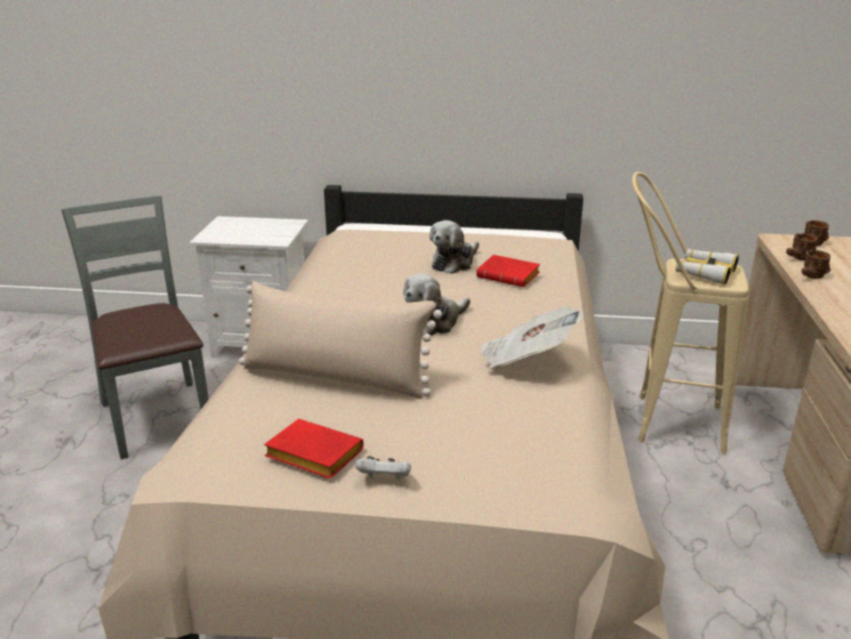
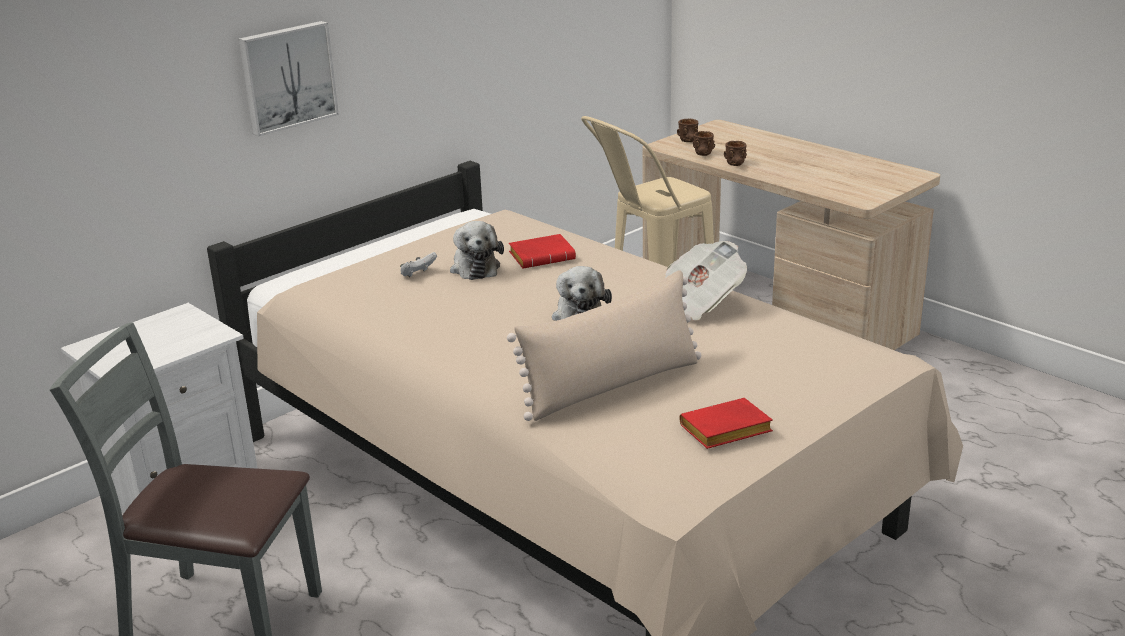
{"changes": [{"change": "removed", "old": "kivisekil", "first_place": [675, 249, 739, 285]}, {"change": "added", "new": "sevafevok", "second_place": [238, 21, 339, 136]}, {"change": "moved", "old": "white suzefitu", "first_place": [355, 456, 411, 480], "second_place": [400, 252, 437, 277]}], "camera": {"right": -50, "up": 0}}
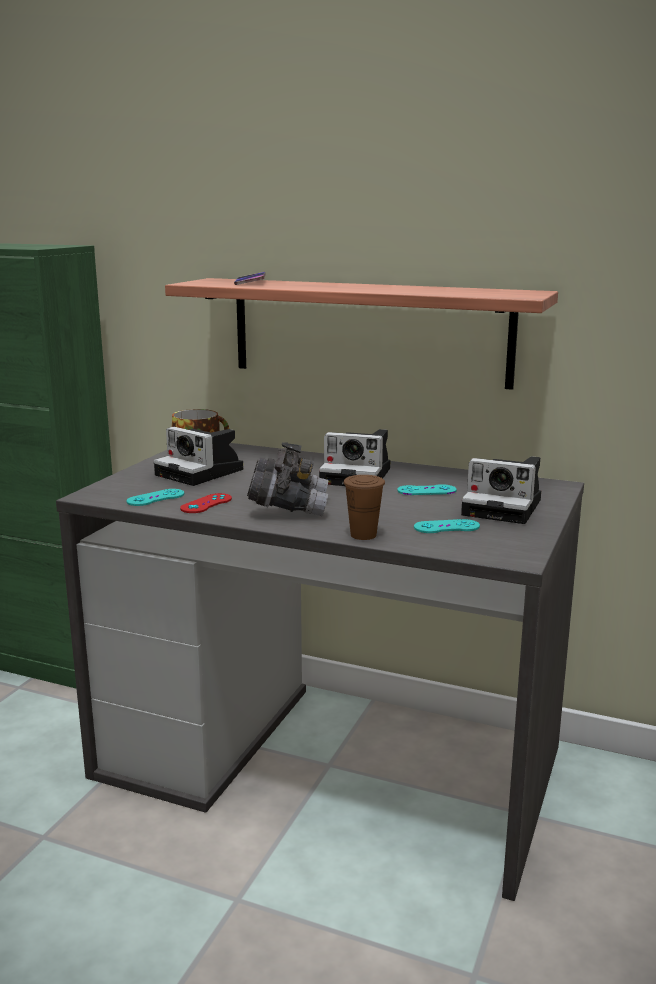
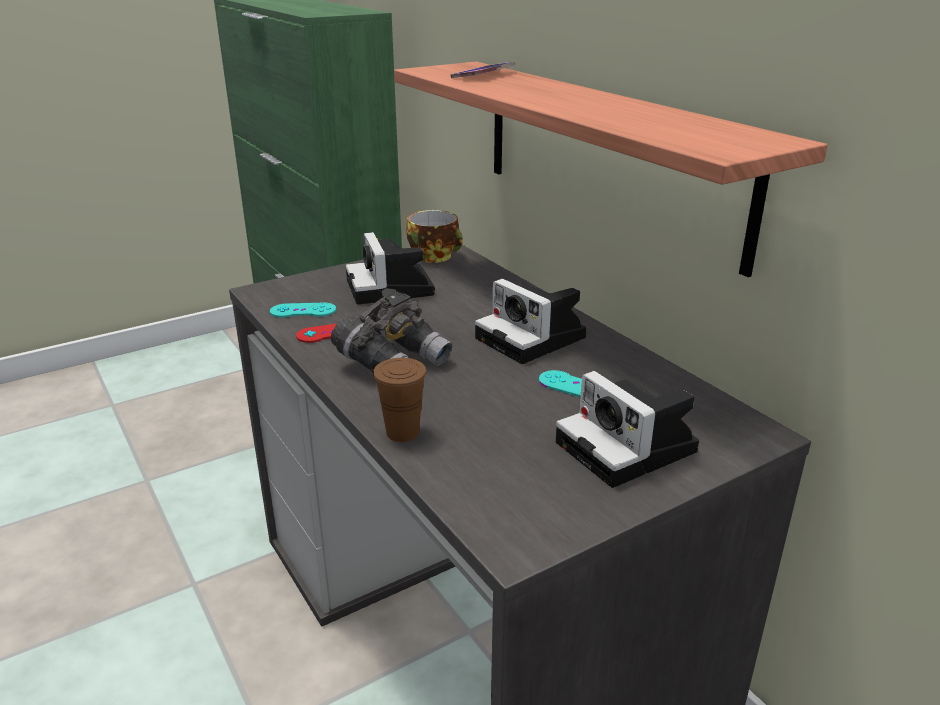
{"changes": [{"change": "removed", "old": "turquoise suzefitu", "first_place": [414, 519, 480, 533]}], "camera": {"right": 35, "up": 10}}
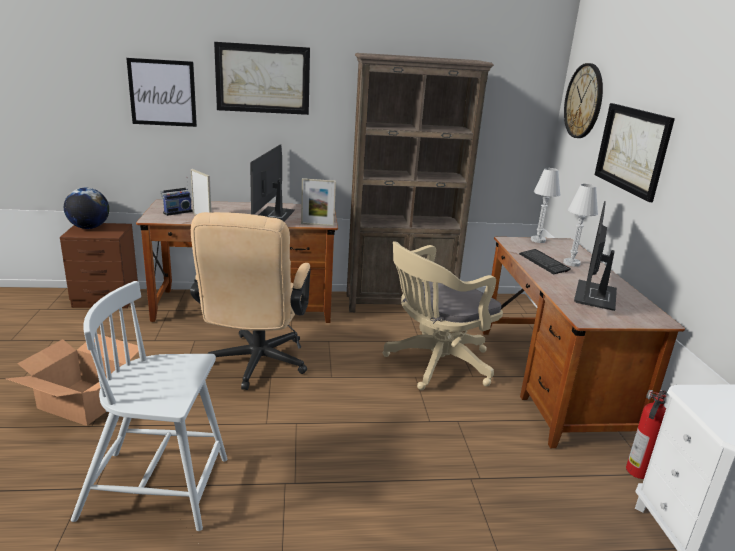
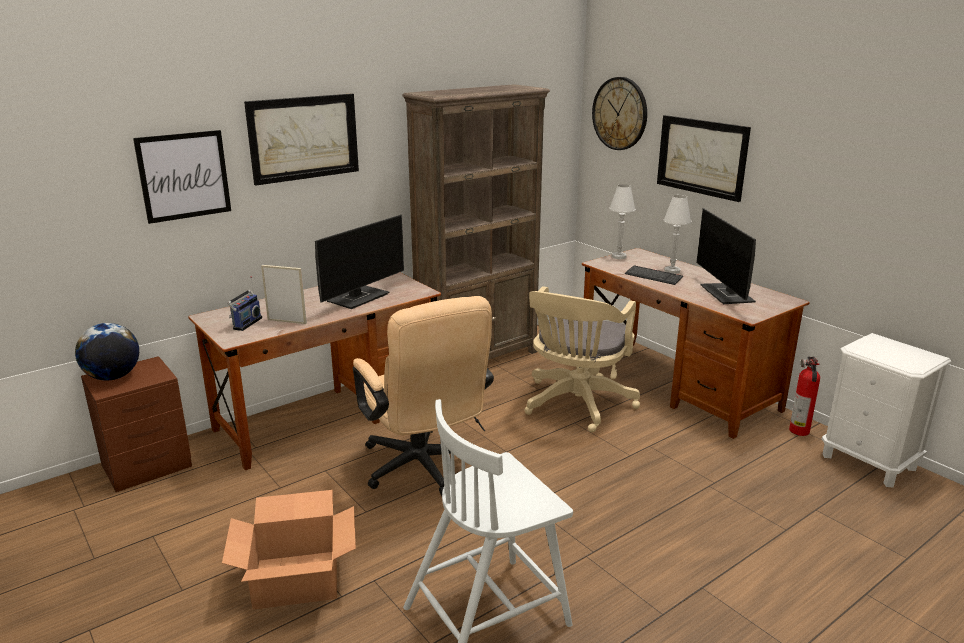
{"changes": [{"change": "removed", "old": "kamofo", "first_place": [301, 178, 336, 226]}, {"change": "turned", "old": "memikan", "first_place": [250, 144, 295, 221], "second_place": [315, 215, 404, 309], "degrees": -120}], "camera": {"right": -30, "up": 0}}
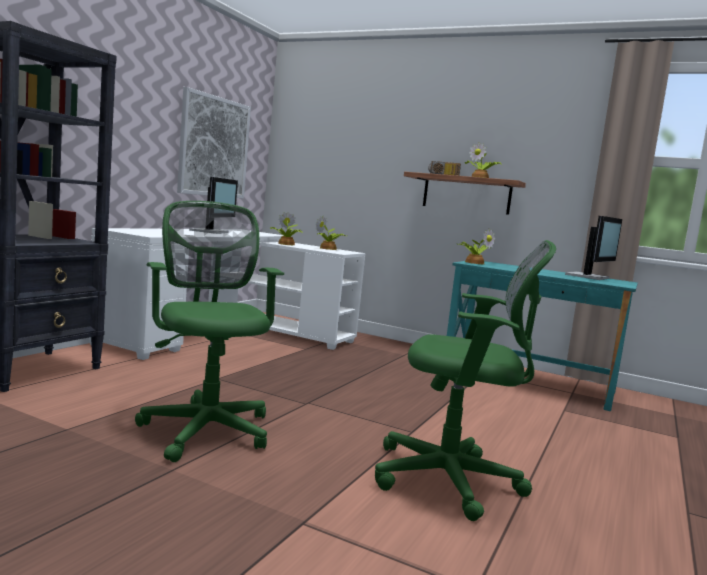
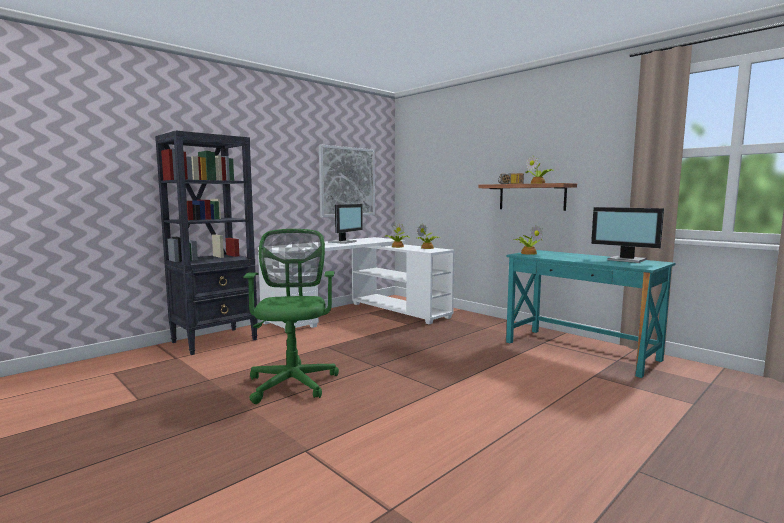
{"changes": [{"change": "removed", "old": "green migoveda", "first_place": [375, 240, 556, 521]}, {"change": "turned", "old": "memikan", "first_place": [565, 216, 622, 280], "second_place": [591, 207, 664, 263], "degrees": 75}], "camera": {"right": 20, "up": 0}}
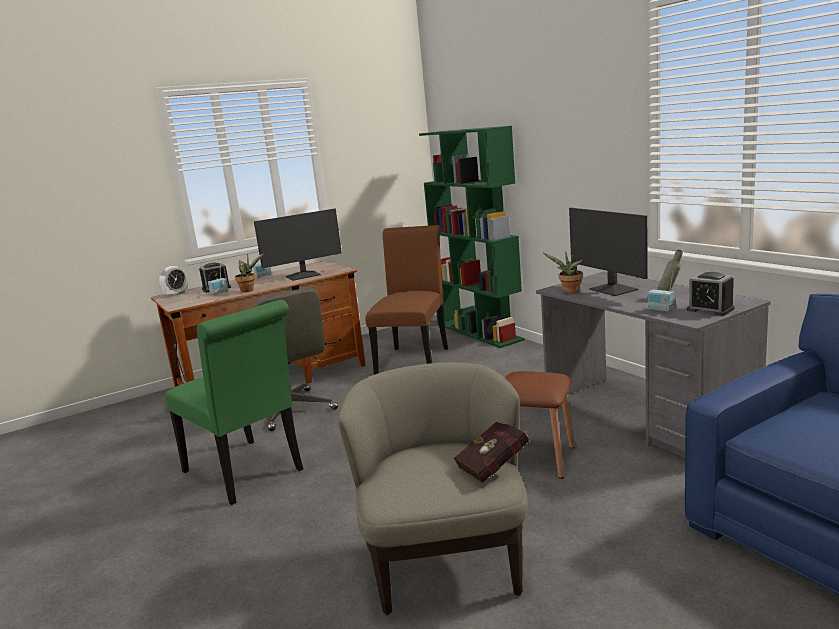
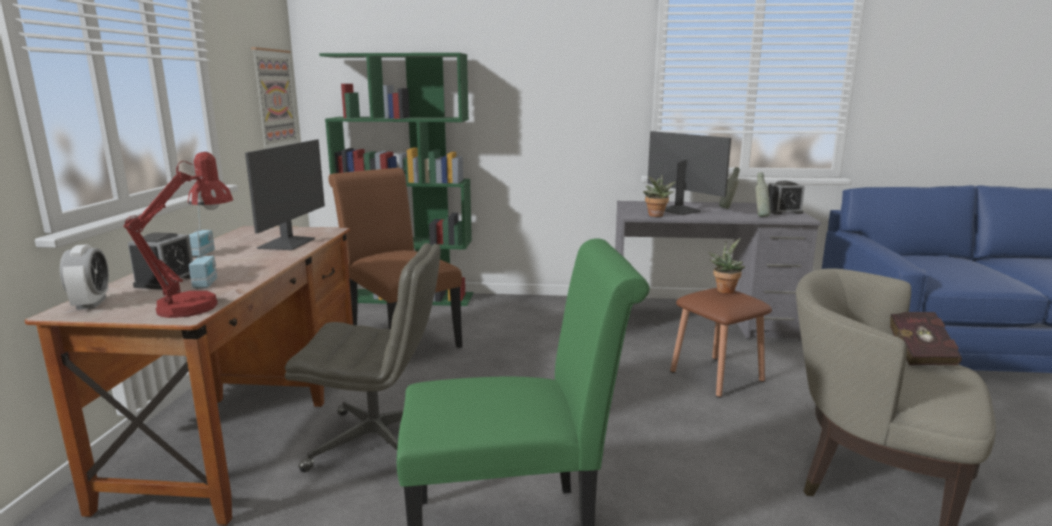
{"changes": [{"change": "added", "new": "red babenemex", "second_place": [124, 152, 233, 318]}, {"change": "added", "new": "sevafevok", "second_place": [251, 47, 298, 149]}, {"change": "moved", "old": "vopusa", "first_place": [235, 253, 264, 293], "second_place": [708, 238, 745, 294]}, {"change": "replaced", "old": "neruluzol", "new": "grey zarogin", "first_place": [648, 271, 674, 312], "second_place": [755, 172, 770, 217]}, {"change": "turned", "old": "memikan", "first_place": [569, 208, 648, 296], "second_place": [647, 131, 731, 215], "degrees": -135}], "camera": {"right": -55, "up": 0}}
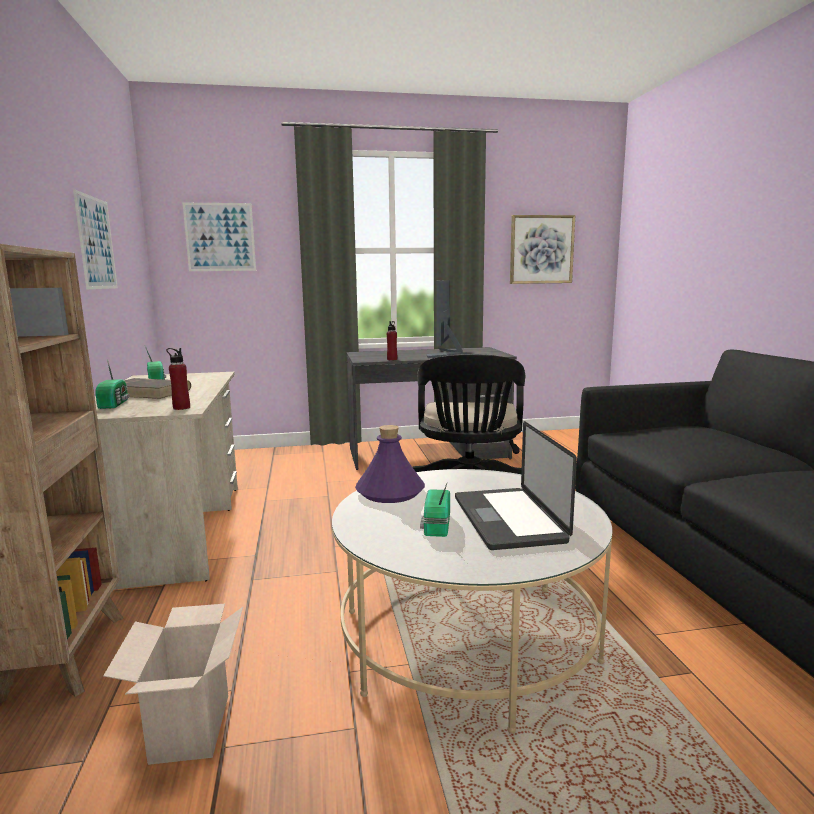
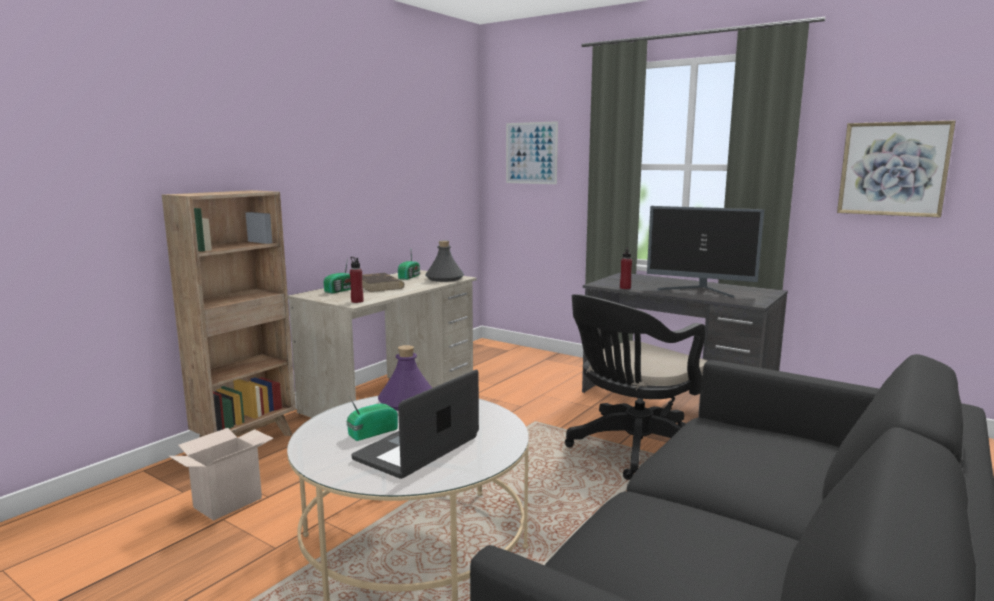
{"changes": [{"change": "removed", "old": "sevafevok", "first_place": [73, 189, 118, 289]}, {"change": "added", "new": "grey zarogin", "second_place": [425, 240, 464, 282]}, {"change": "turned", "old": "memikan", "first_place": [426, 280, 467, 358], "second_place": [647, 206, 764, 298], "degrees": -120}], "camera": {"right": 45, "up": 0}}
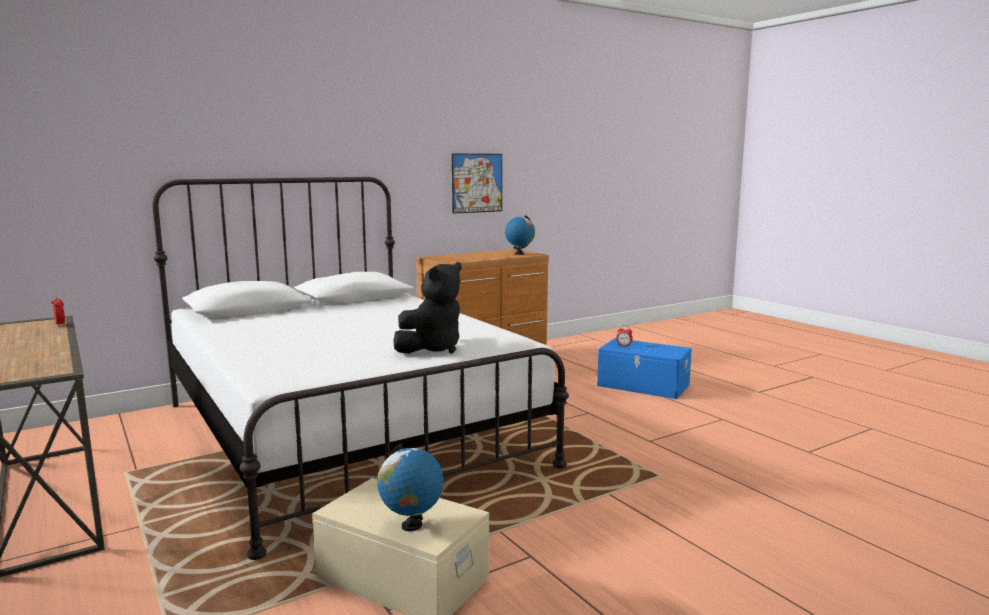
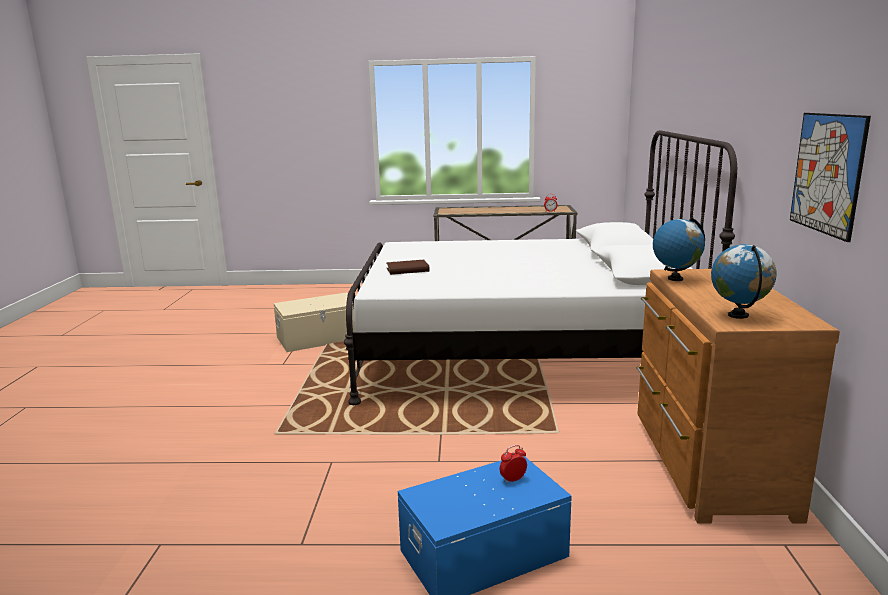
{"changes": [{"change": "moved", "old": "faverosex", "first_place": [377, 443, 444, 531], "second_place": [653, 217, 705, 281]}, {"change": "replaced", "old": "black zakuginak", "new": "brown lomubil", "first_place": [393, 262, 461, 354], "second_place": [386, 260, 430, 275]}], "camera": {"right": 125, "up": 5}}
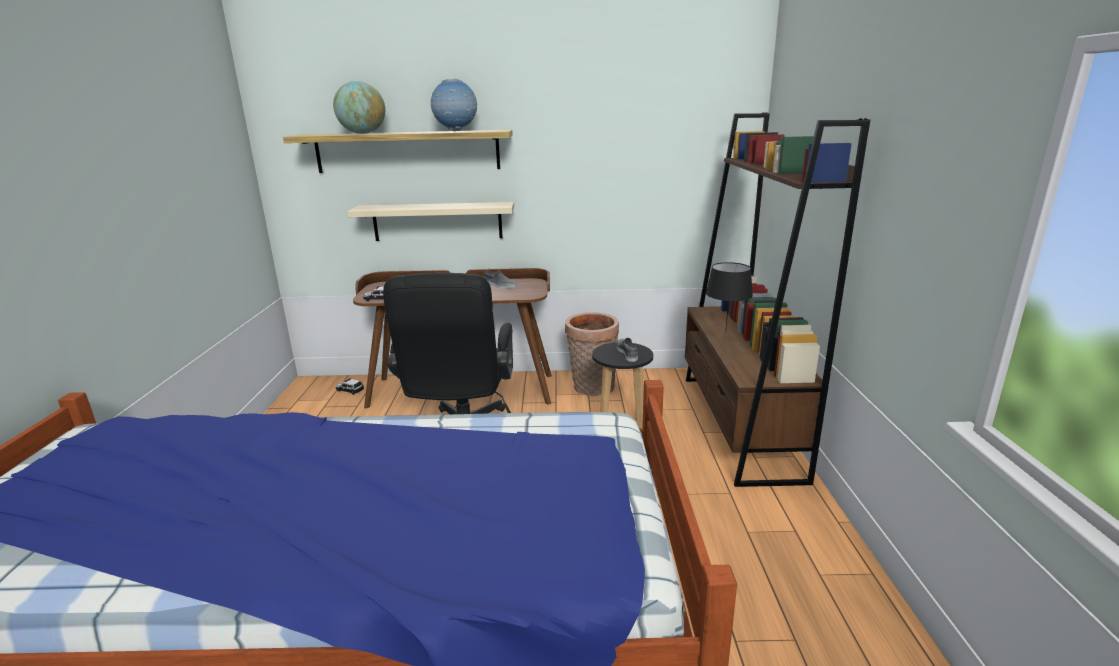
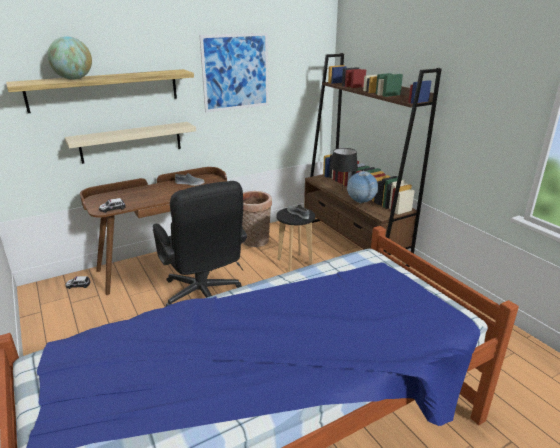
{"changes": [{"change": "added", "new": "sevafevok", "second_place": [200, 33, 269, 112]}, {"change": "moved", "old": "faverosex", "first_place": [431, 79, 477, 132], "second_place": [346, 171, 378, 204]}], "camera": {"right": -30, "up": 5}}
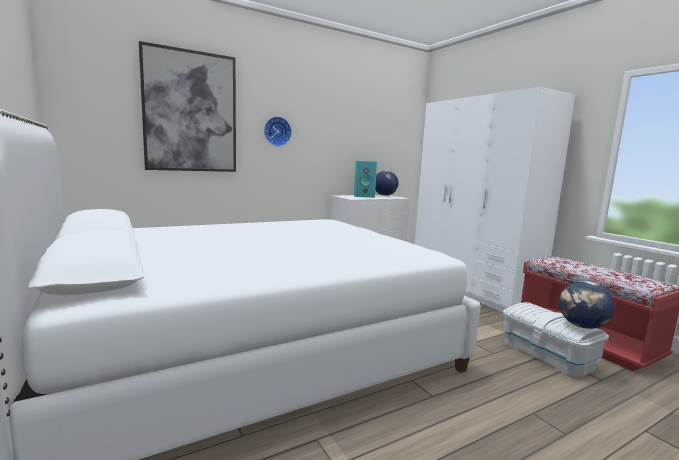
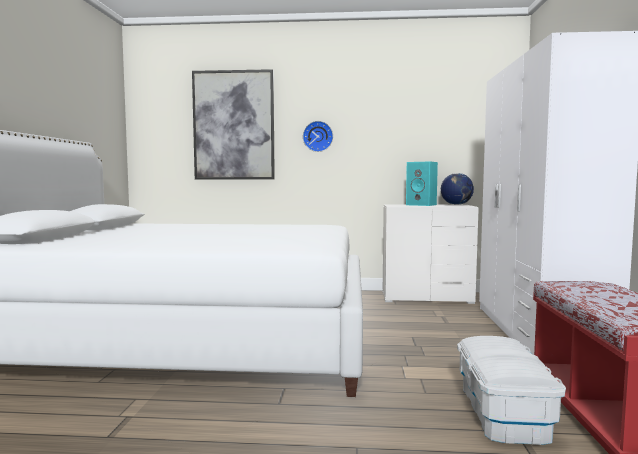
{"changes": [{"change": "removed", "old": "faverosex", "first_place": [559, 281, 615, 329]}], "camera": {"right": 35, "up": -5}}
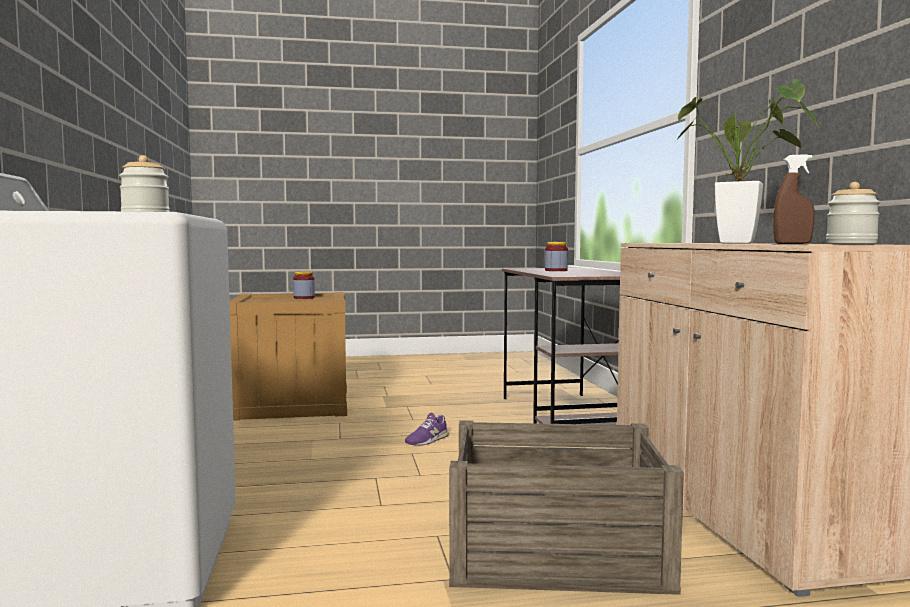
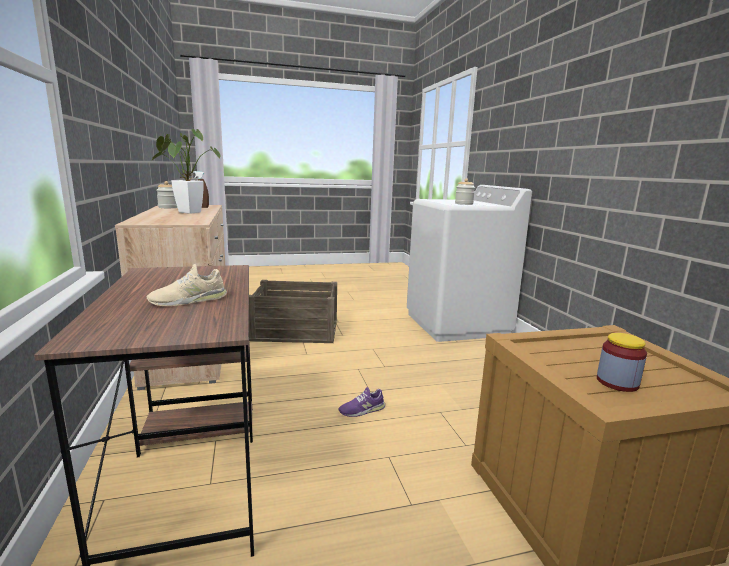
{"changes": [{"change": "replaced", "old": "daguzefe", "new": "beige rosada", "first_place": [545, 242, 568, 271], "second_place": [147, 264, 227, 306]}, {"change": "turned", "old": "purple rosada", "first_place": [405, 412, 449, 446], "second_place": [338, 387, 385, 417], "degrees": -150}], "camera": {"right": 175, "up": 10}}
